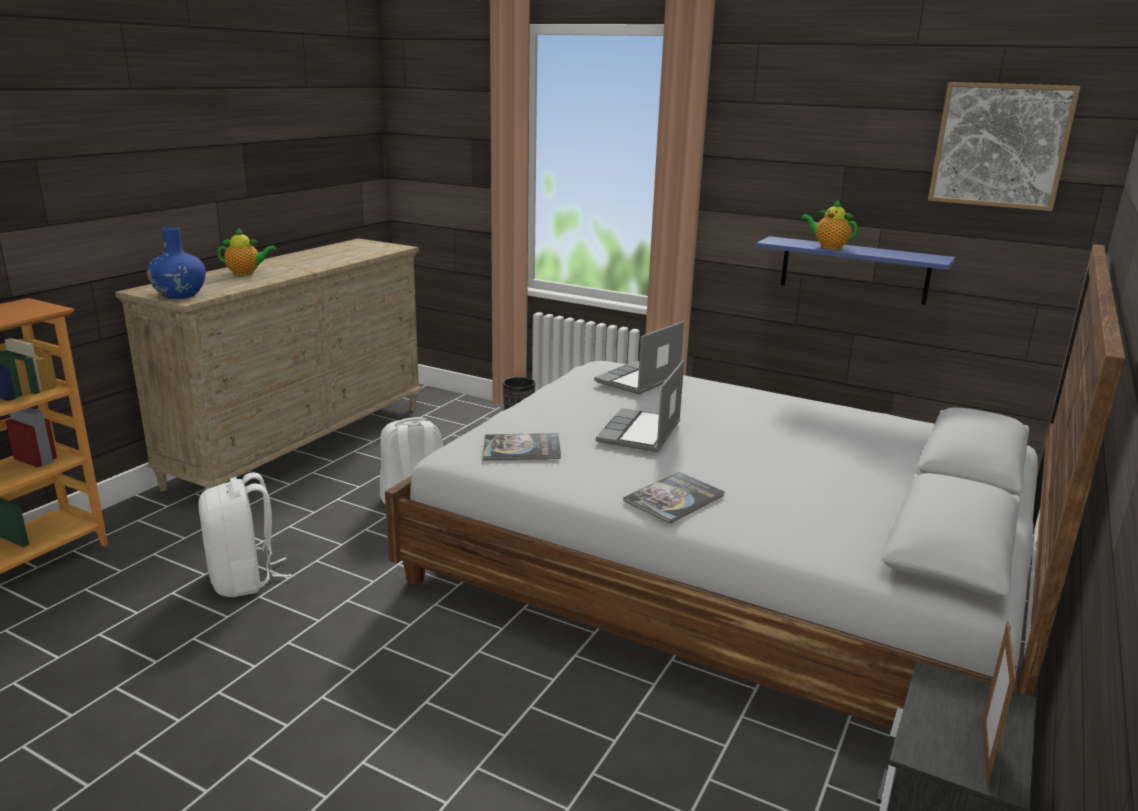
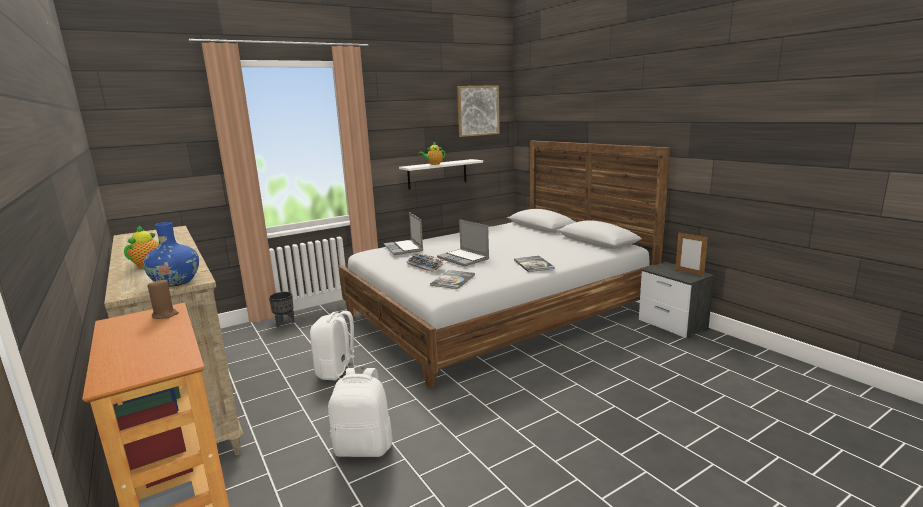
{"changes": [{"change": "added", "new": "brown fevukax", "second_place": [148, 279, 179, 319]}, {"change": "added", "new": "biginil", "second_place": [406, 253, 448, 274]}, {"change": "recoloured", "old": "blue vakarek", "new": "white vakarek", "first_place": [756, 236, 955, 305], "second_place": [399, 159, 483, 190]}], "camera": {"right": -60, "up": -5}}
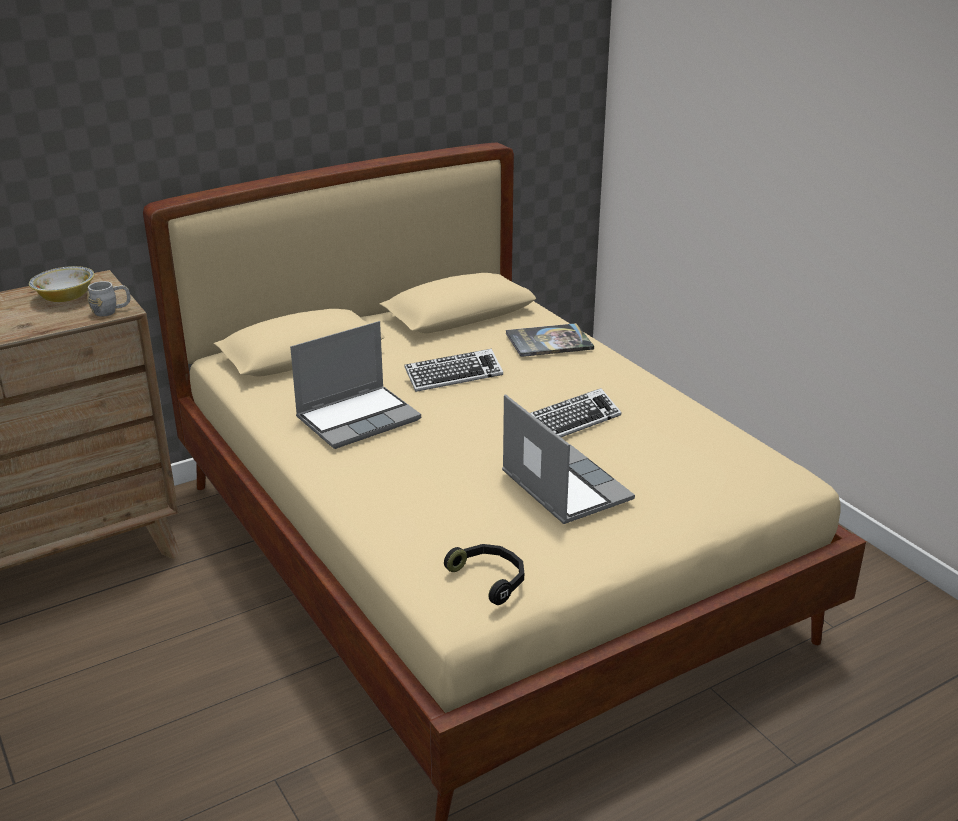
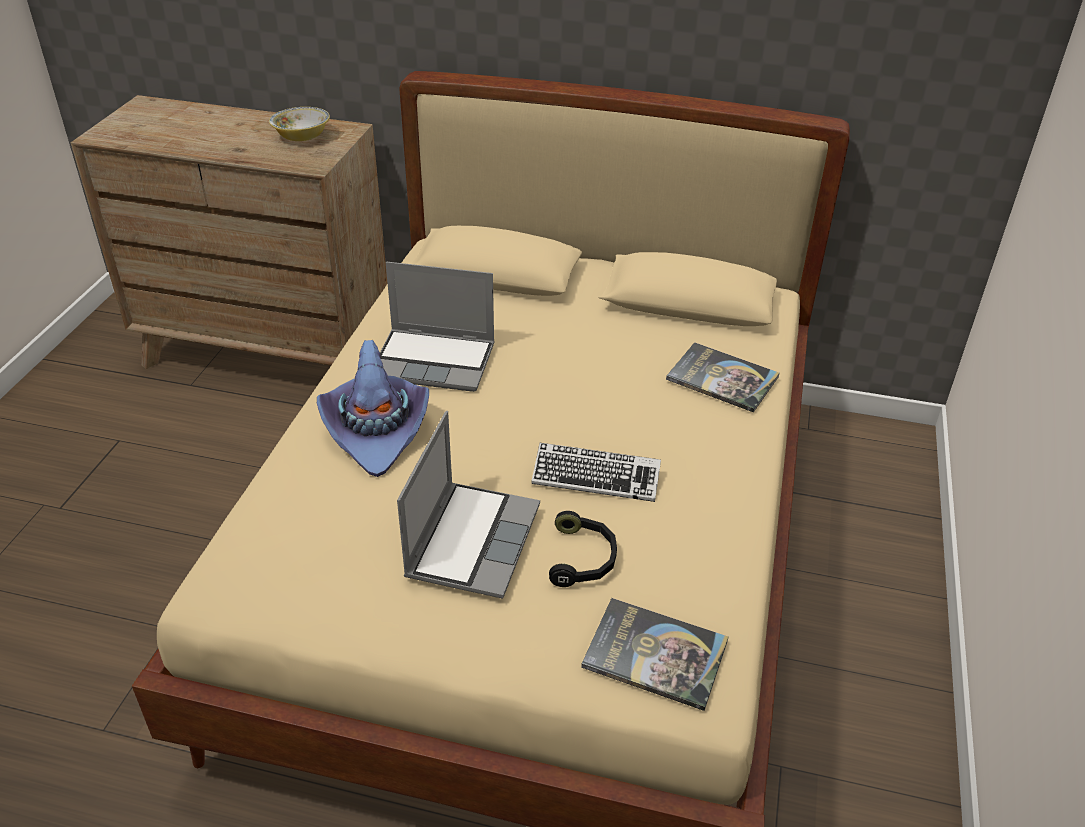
{"changes": [{"change": "removed", "old": "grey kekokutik", "first_place": [87, 281, 131, 317]}, {"change": "removed", "old": "biginil", "first_place": [404, 349, 503, 392]}, {"change": "added", "new": "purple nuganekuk", "second_place": [317, 340, 429, 477]}, {"change": "added", "new": "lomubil", "second_place": [581, 598, 729, 711]}, {"change": "moved", "old": "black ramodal", "first_place": [444, 544, 524, 605], "second_place": [549, 511, 617, 587]}], "camera": {"right": 45, "up": 10}}
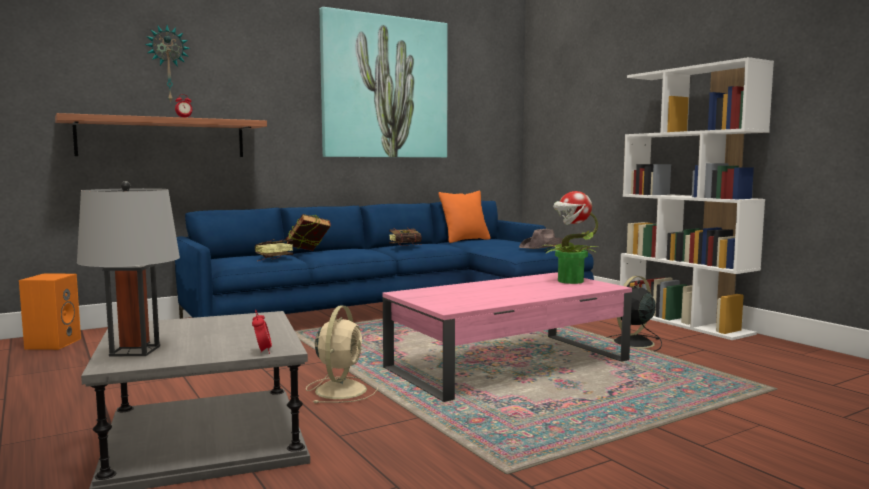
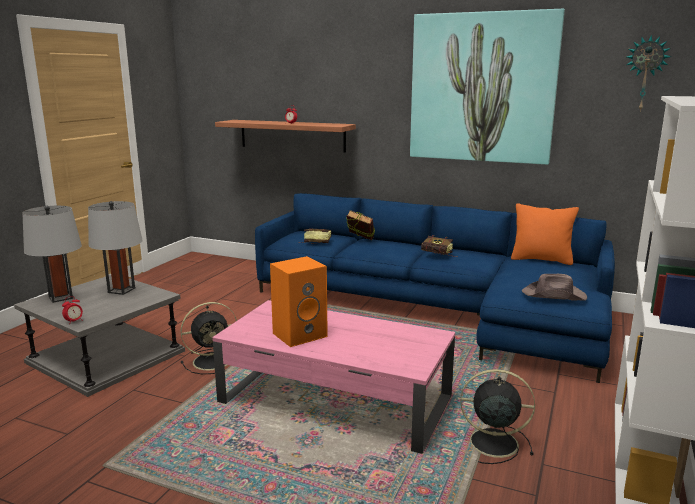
{"changes": [{"change": "removed", "old": "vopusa", "first_place": [542, 191, 598, 284]}, {"change": "added", "new": "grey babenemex", "second_place": [88, 201, 143, 295]}, {"change": "moved", "old": "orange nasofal", "first_place": [19, 274, 81, 350], "second_place": [270, 256, 328, 347]}, {"change": "moved", "old": "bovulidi", "first_place": [145, 25, 190, 103], "second_place": [627, 35, 671, 111]}, {"change": "recoloured", "old": "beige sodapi", "new": "black sodapi", "first_place": [306, 306, 378, 403], "second_place": [181, 302, 237, 374]}], "camera": {"right": 55, "up": 10}}
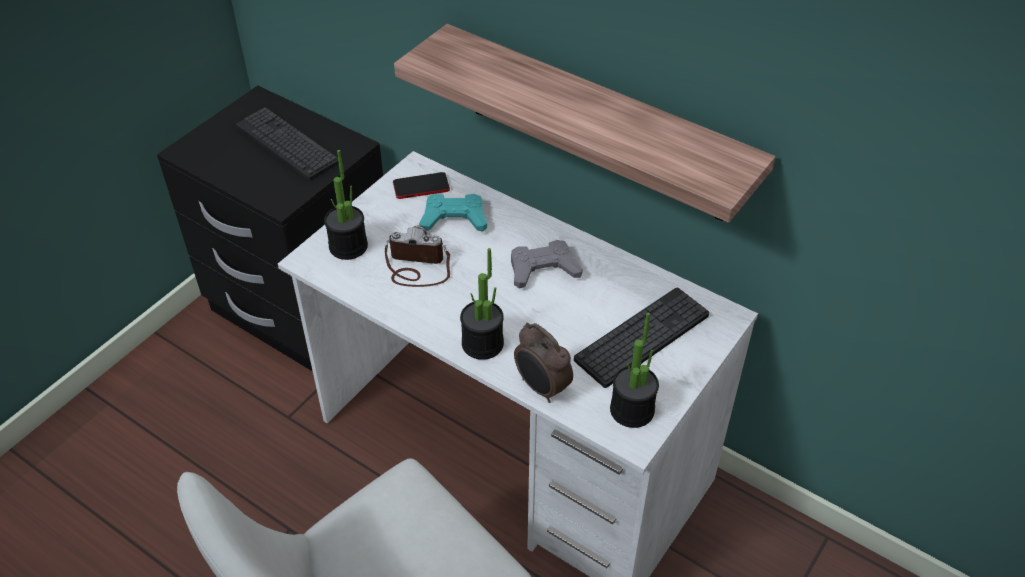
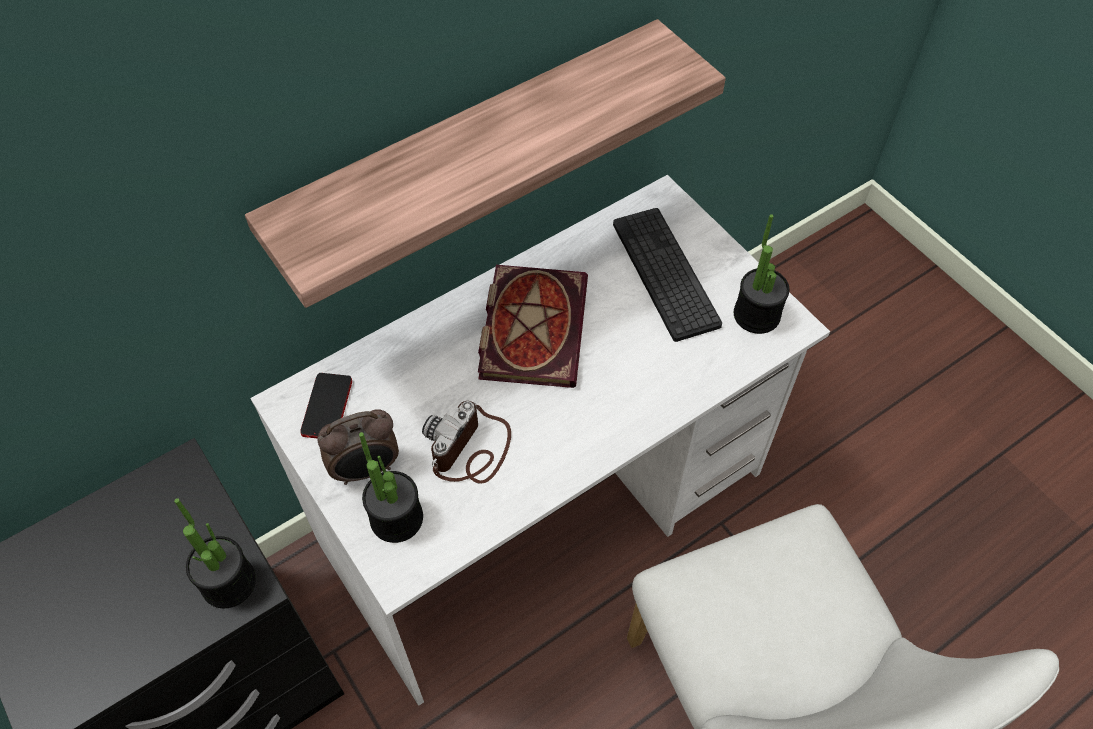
{"changes": [{"change": "removed", "old": "biginil", "first_place": [236, 108, 339, 181]}, {"change": "removed", "old": "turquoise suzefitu", "first_place": [419, 194, 487, 232]}, {"change": "moved", "old": "vopusa", "first_place": [460, 248, 504, 360], "second_place": [174, 498, 256, 608]}, {"change": "moved", "old": "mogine", "first_place": [514, 323, 573, 403], "second_place": [318, 409, 399, 485]}, {"change": "replaced", "old": "grey suzefitu", "new": "lomubil", "first_place": [511, 240, 583, 289], "second_place": [478, 265, 588, 388]}], "camera": {"right": -70, "up": 10}}
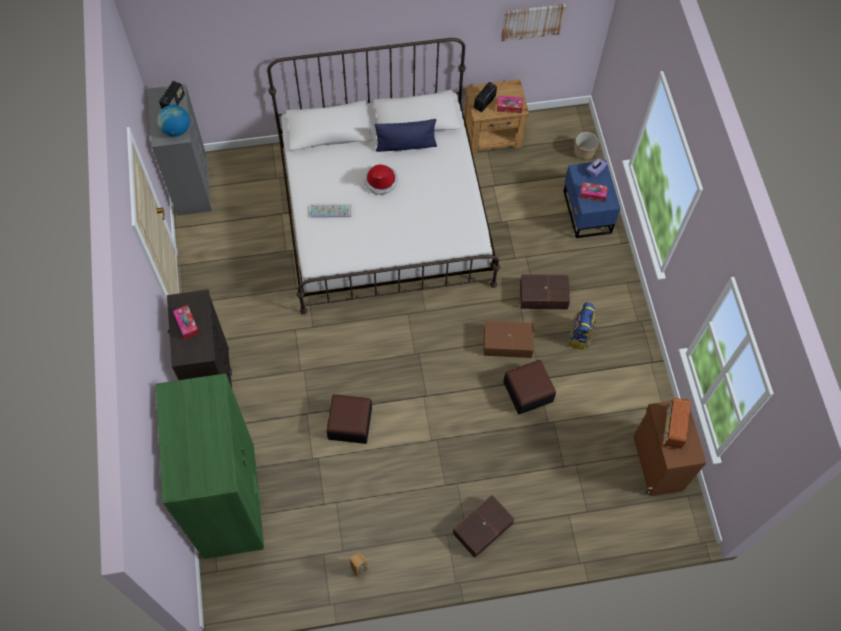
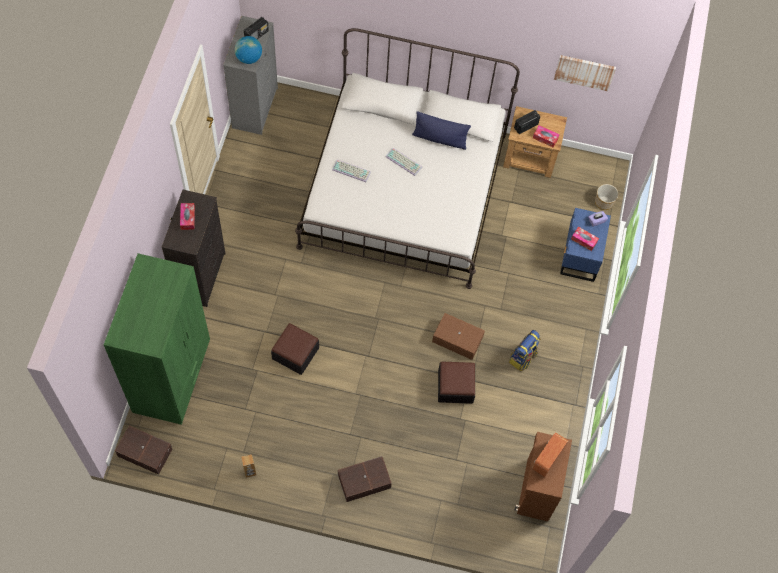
{"changes": [{"change": "moved", "old": "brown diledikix", "first_place": [520, 274, 570, 309], "second_place": [115, 426, 172, 475]}, {"change": "replaced", "old": "nuganekuk", "new": "biginil", "first_place": [364, 164, 398, 195], "second_place": [385, 148, 422, 176]}], "camera": {"right": 20, "up": 0}}
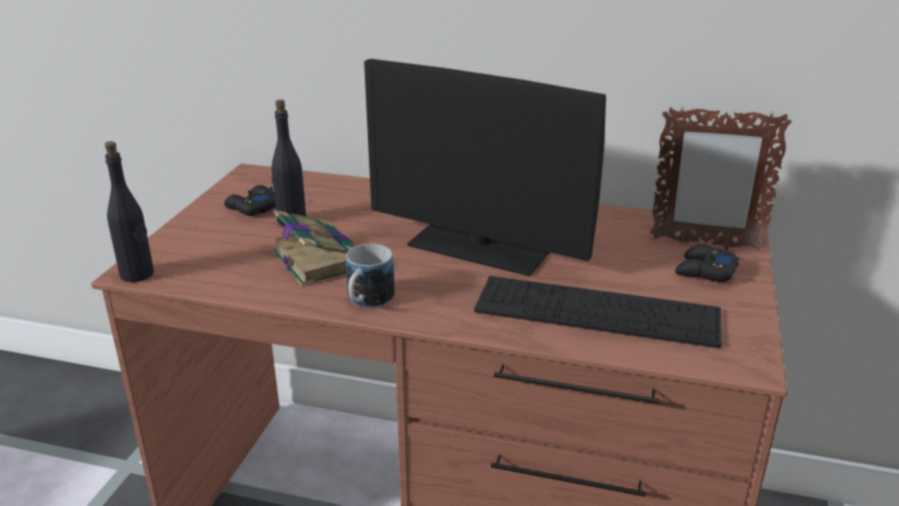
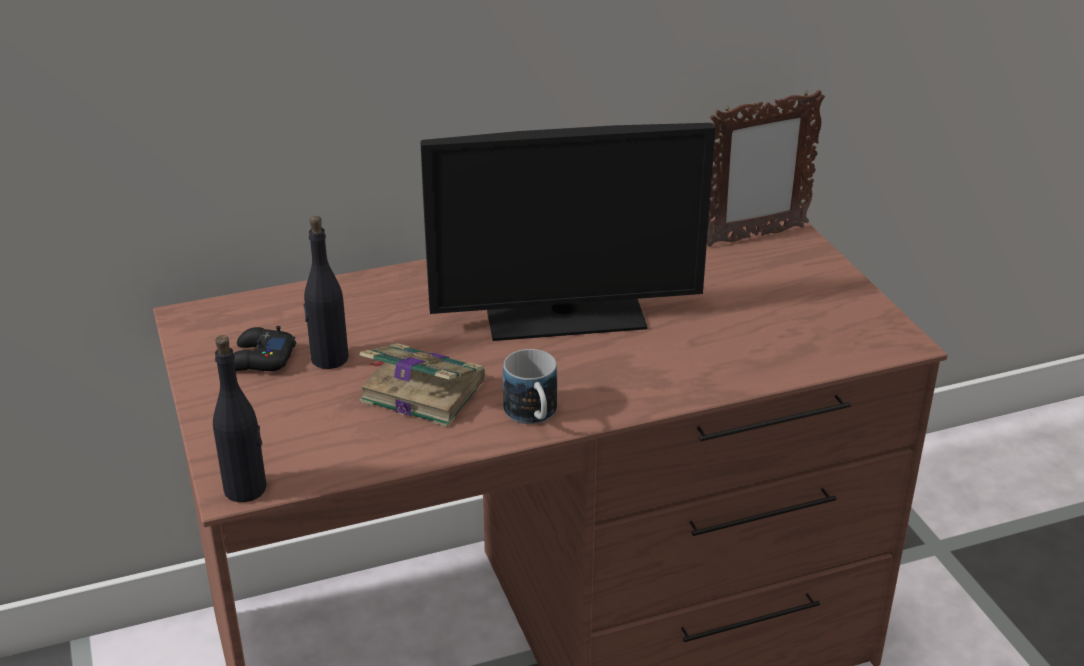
{"changes": [{"change": "removed", "old": "biginil", "first_place": [474, 276, 722, 348]}, {"change": "removed", "old": "black suzefitu", "first_place": [675, 244, 739, 282]}], "camera": {"right": -35, "up": 5}}
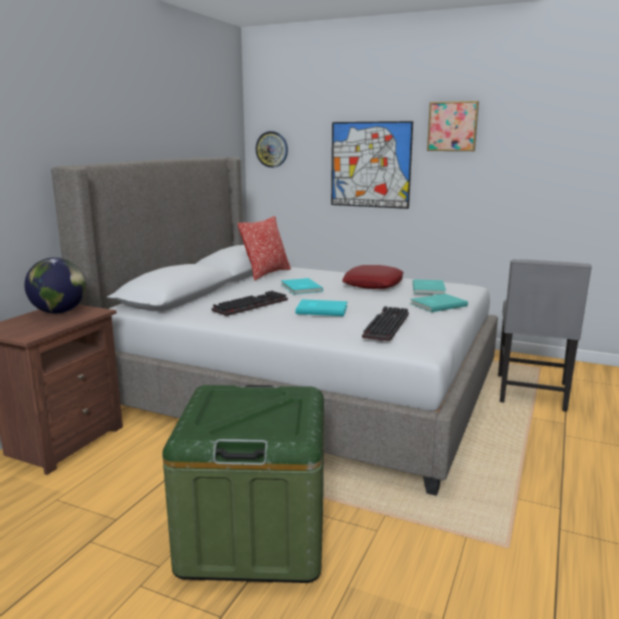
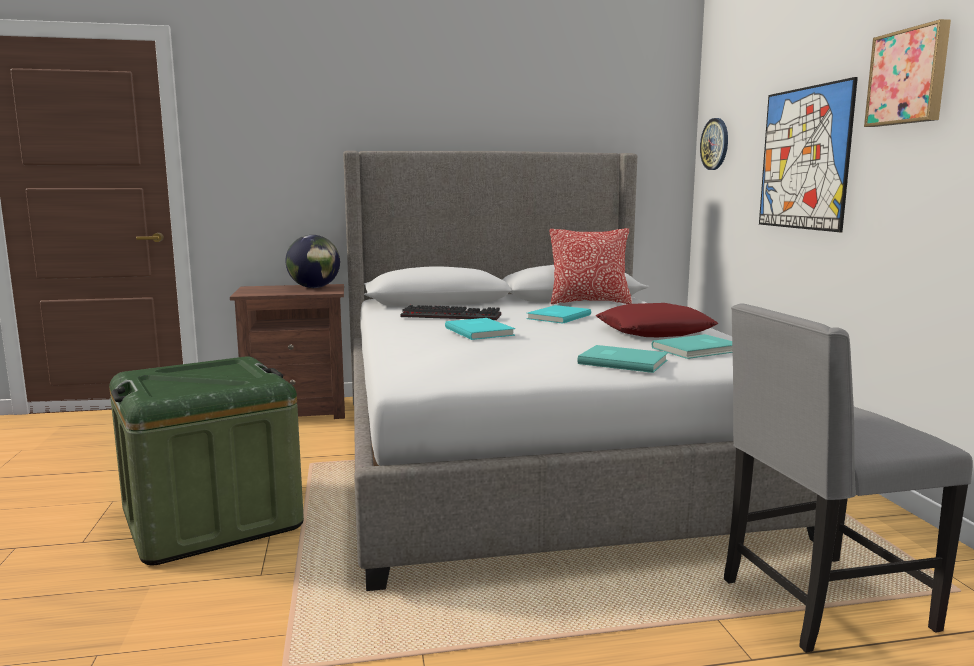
{"changes": [{"change": "removed", "old": "biginil", "first_place": [362, 306, 409, 341]}], "camera": {"right": 55, "up": -5}}
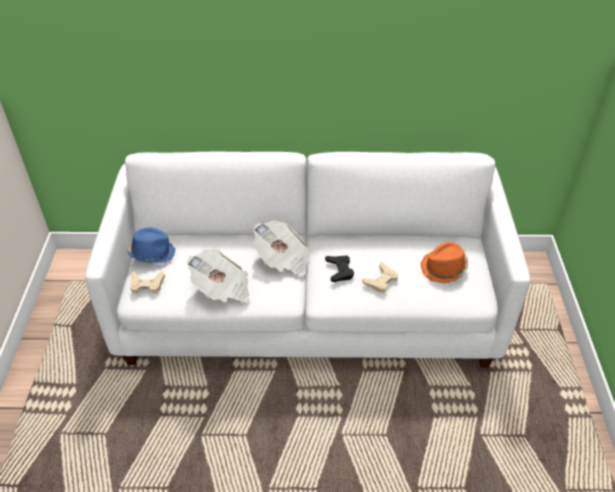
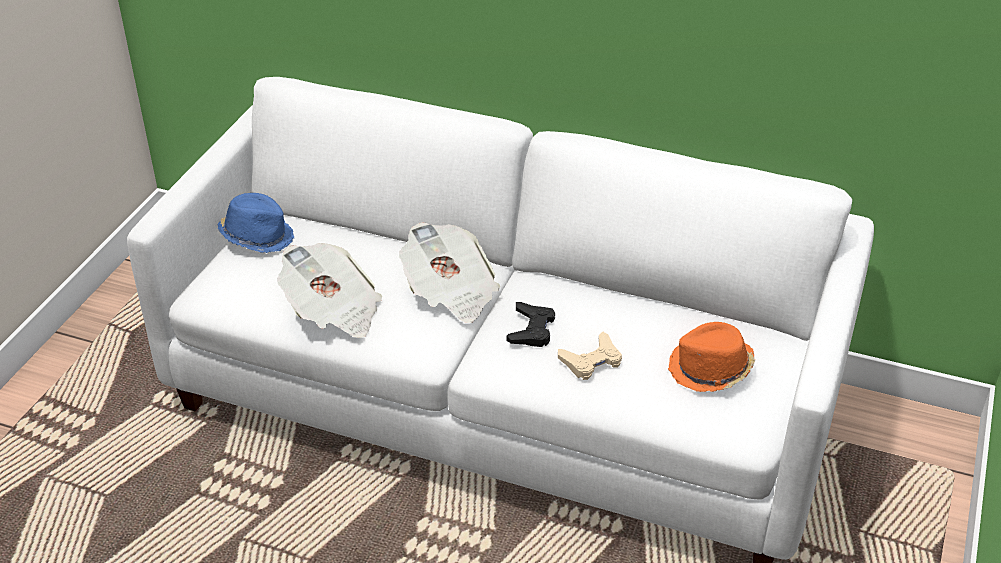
{"changes": [{"change": "removed", "old": "beige suzefitu", "first_place": [130, 271, 165, 294]}], "camera": {"right": 20, "up": -5}}
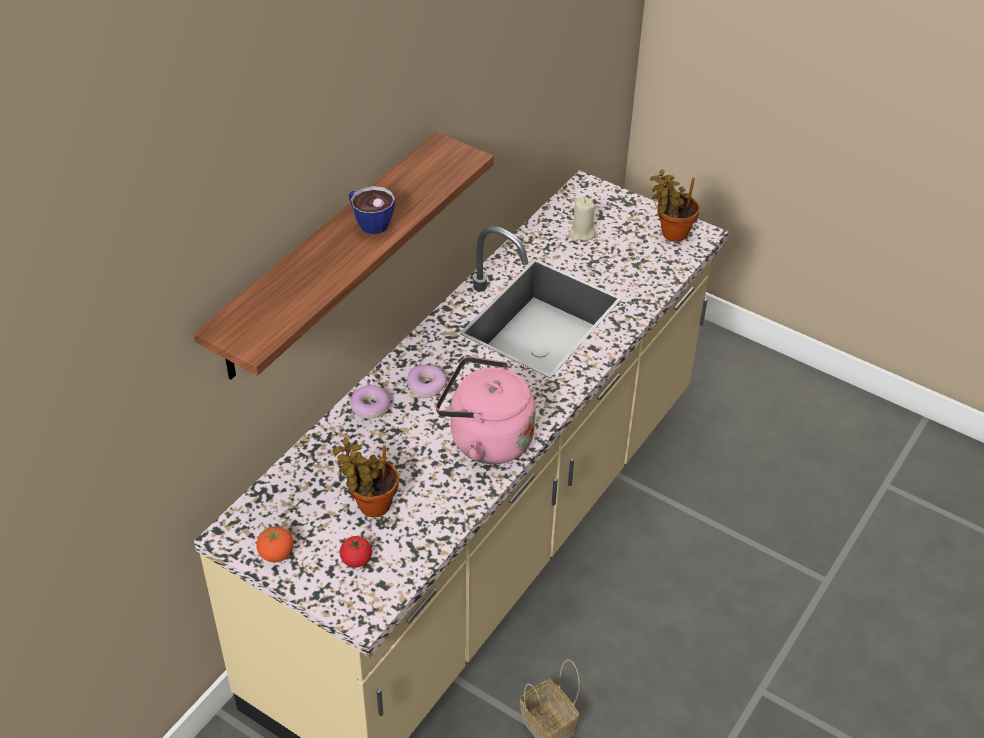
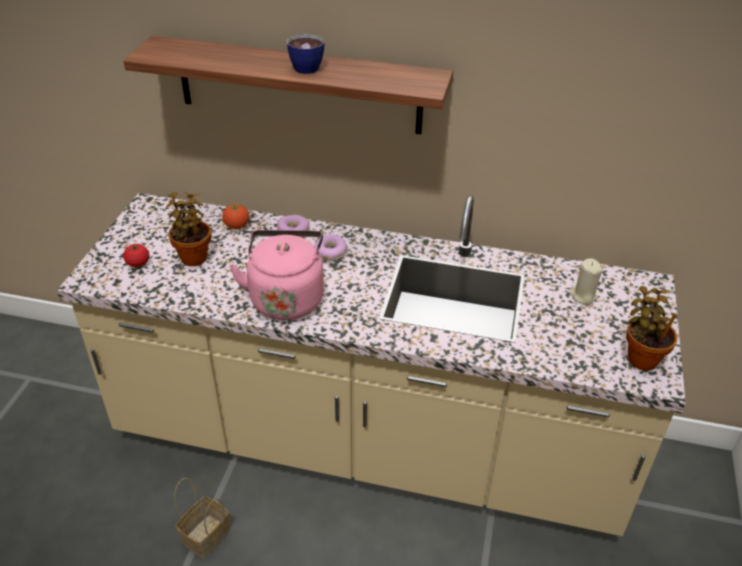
{"changes": [{"change": "moved", "old": "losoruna", "first_place": [256, 526, 294, 562], "second_place": [222, 204, 249, 229]}], "camera": {"right": 70, "up": -5}}
